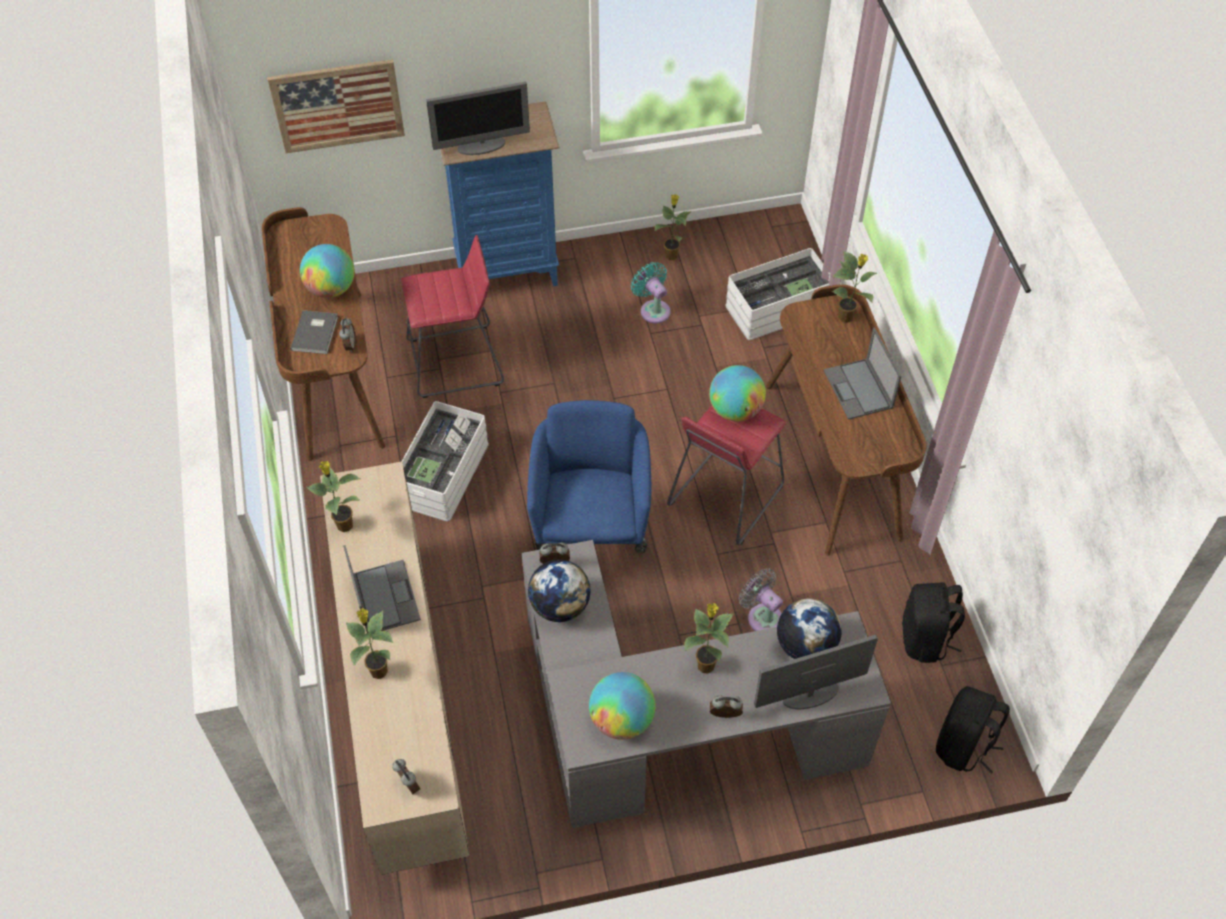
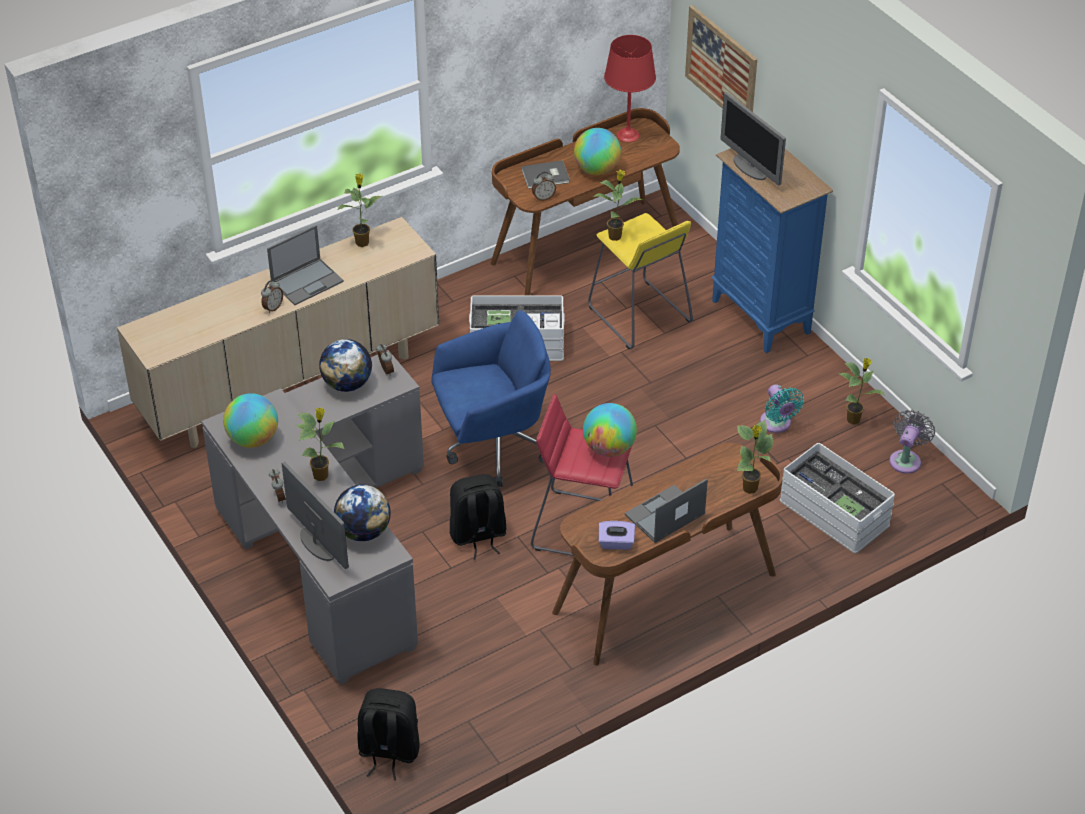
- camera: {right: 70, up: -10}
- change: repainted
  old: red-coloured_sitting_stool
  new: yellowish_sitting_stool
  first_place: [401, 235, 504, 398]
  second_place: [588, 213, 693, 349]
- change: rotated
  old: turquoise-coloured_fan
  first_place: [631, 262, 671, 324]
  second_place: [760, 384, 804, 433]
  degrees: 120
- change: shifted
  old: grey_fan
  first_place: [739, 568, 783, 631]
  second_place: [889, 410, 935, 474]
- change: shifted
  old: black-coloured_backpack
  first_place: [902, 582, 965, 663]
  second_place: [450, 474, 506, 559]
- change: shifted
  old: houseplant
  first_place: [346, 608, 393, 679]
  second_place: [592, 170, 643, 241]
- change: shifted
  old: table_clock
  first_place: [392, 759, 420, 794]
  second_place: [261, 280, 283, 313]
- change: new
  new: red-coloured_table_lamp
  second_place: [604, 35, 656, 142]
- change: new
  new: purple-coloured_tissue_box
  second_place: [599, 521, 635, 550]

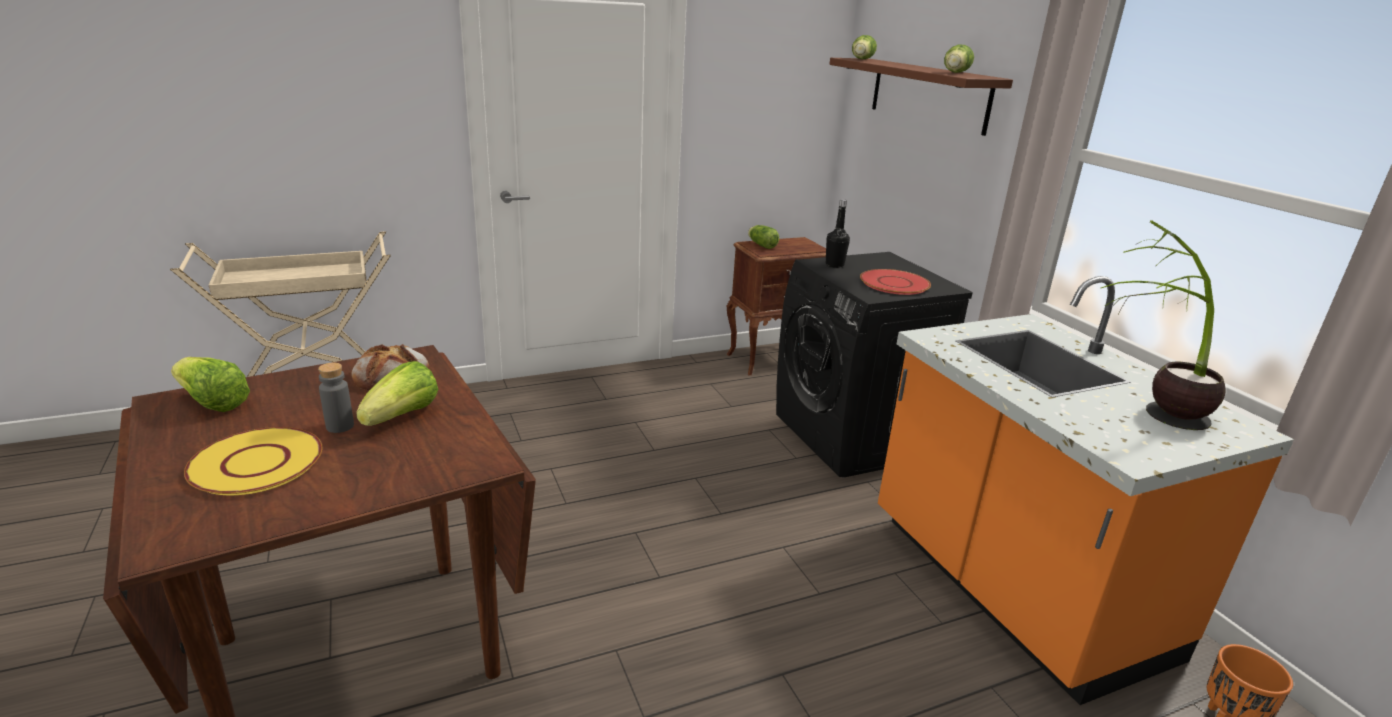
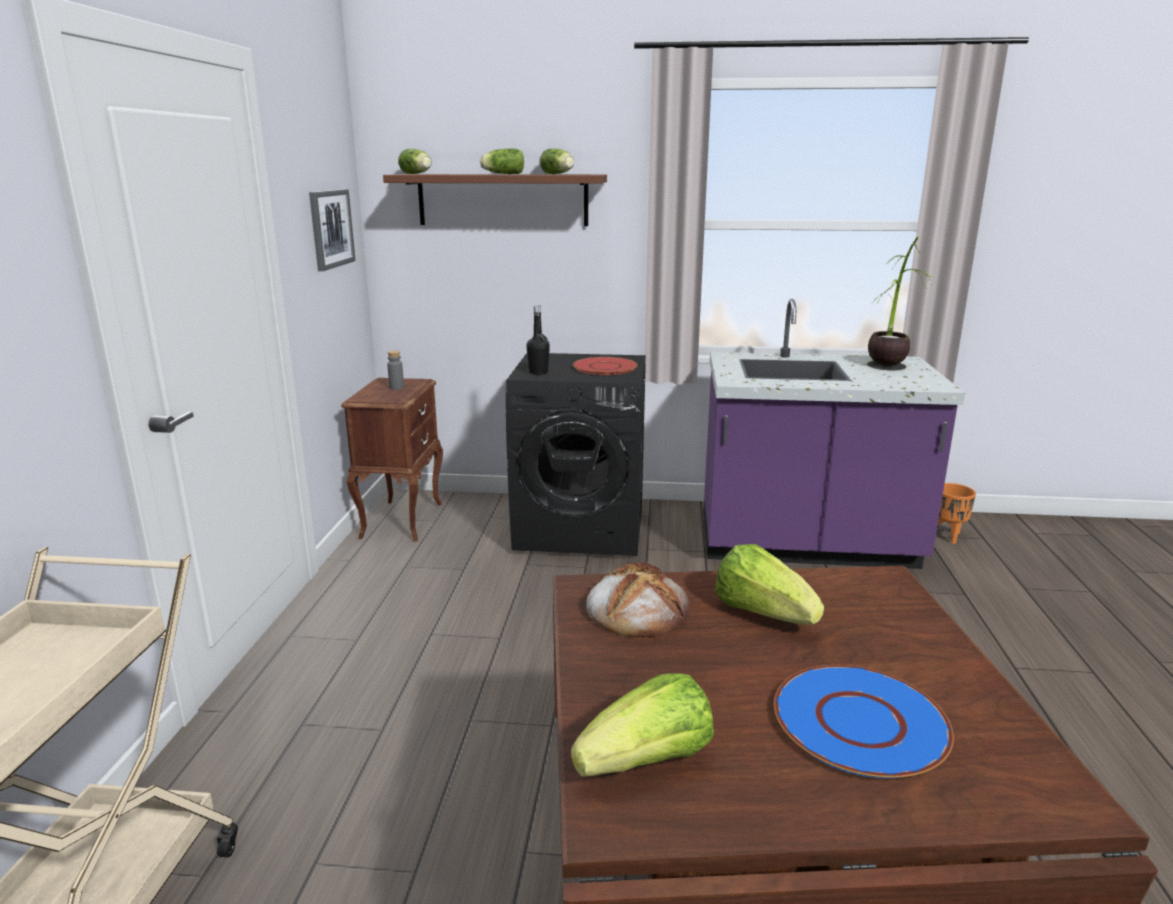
- camera: {right: -60, up: -5}
- change: shifted
  old: lettuce_head
  first_place: [748, 225, 779, 249]
  second_place: [480, 149, 524, 174]
- change: repainted
  old: orange-coloured_kitchen_base_unit
  new: purple-coloured_kitchen_base_unit
  first_place: [878, 276, 1294, 705]
  second_place: [703, 299, 965, 569]
- change: shifted
  old: grey_beverage_bottle
  first_place: [318, 363, 354, 433]
  second_place: [387, 351, 404, 390]
- change: repainted
  old: yellowish_dinner_plate
  new: blue-coloured_dinner_plate
  first_place: [184, 427, 322, 495]
  second_place: [774, 665, 954, 778]
- change: new
  new: wall_art
  second_place: [309, 189, 356, 271]

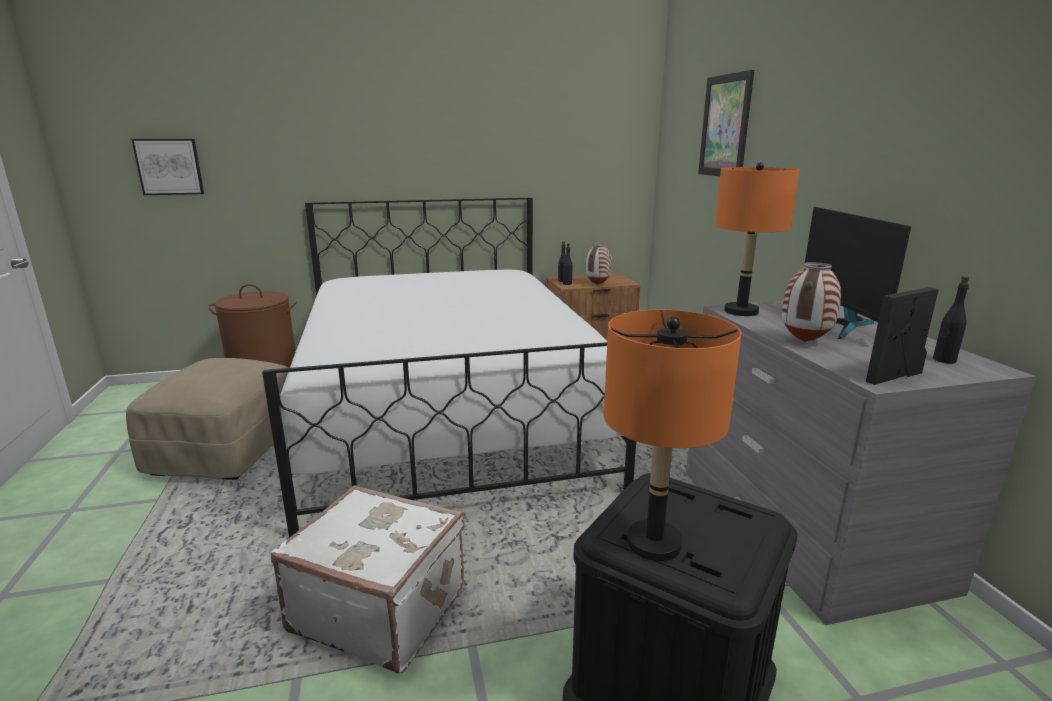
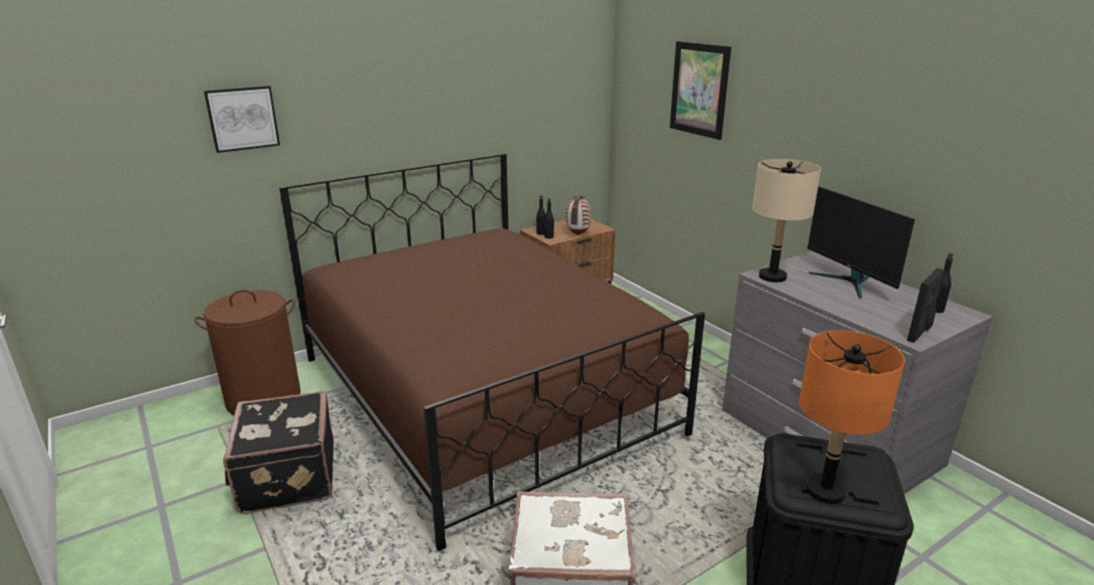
- camera: {right: -20, up: 5}
- change: shifted
  old: wall_art
  first_place: [131, 139, 204, 195]
  second_place: [204, 86, 280, 153]
- change: repainted
  old: orange-coloured_table_lamp
  new: sand-coloured_table_lamp
  first_place: [715, 162, 800, 316]
  second_place: [752, 159, 821, 282]
- change: repainted
  old: white-coloured_sleeping_bed
  new: brownish_sleeping_bed
  first_place: [262, 197, 636, 538]
  second_place: [279, 154, 705, 551]
- change: gone
  old: vase
  first_place: [782, 262, 841, 342]
- change: swapped
  old: sand-coloured_ottoman
  new: black-coloured_suitcase
  first_place: [126, 358, 289, 480]
  second_place: [223, 391, 334, 514]

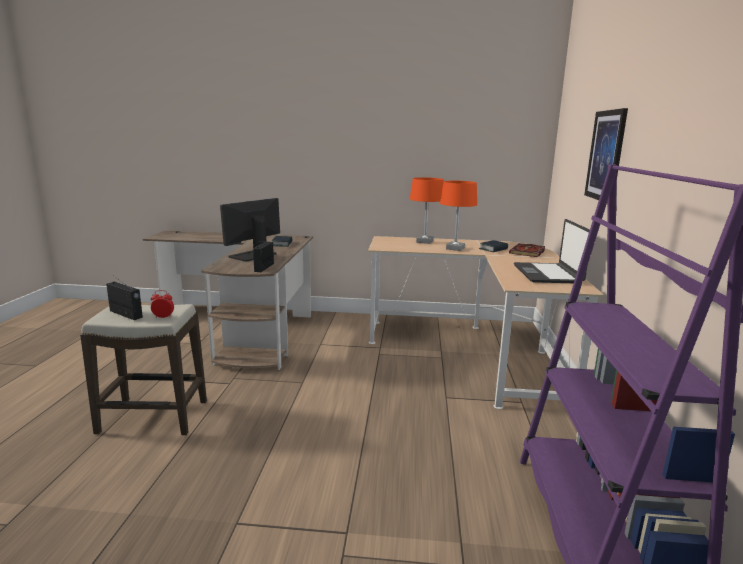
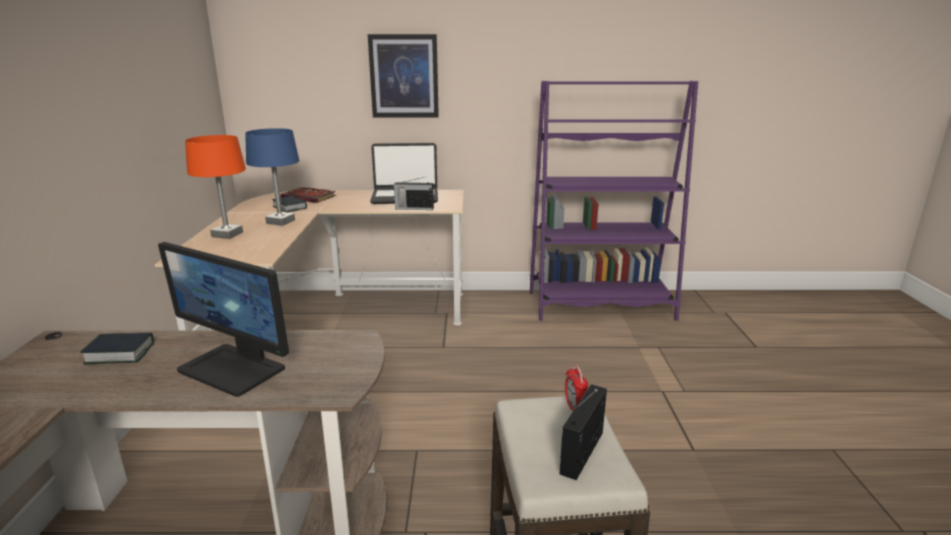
- camera: {right: -95, up: 5}
- change: repainted
  old: orange-coloured_table_lamp
  new: blue-coloured_table_lamp
  first_place: [440, 181, 477, 251]
  second_place: [245, 128, 299, 226]
- change: shifted
  old: radio_set
  first_place: [253, 241, 274, 272]
  second_place: [393, 177, 434, 210]

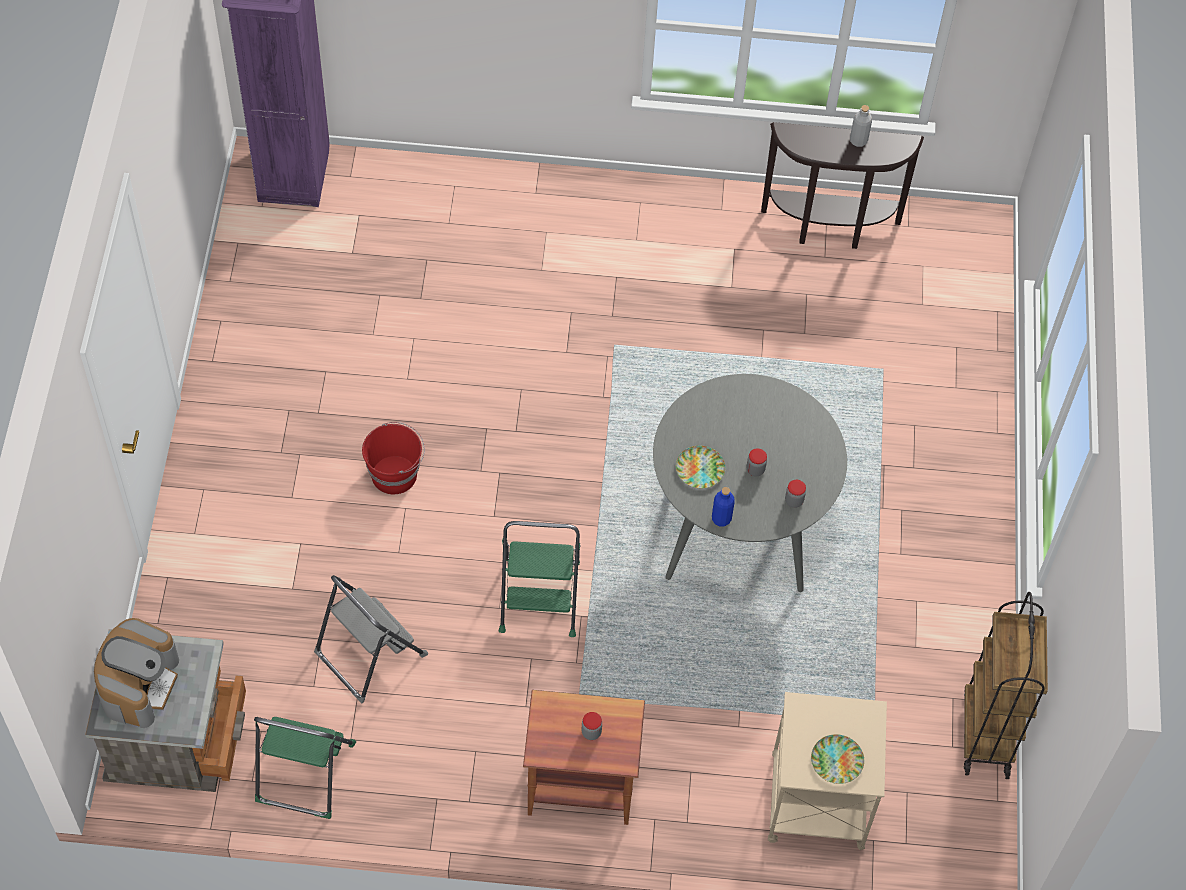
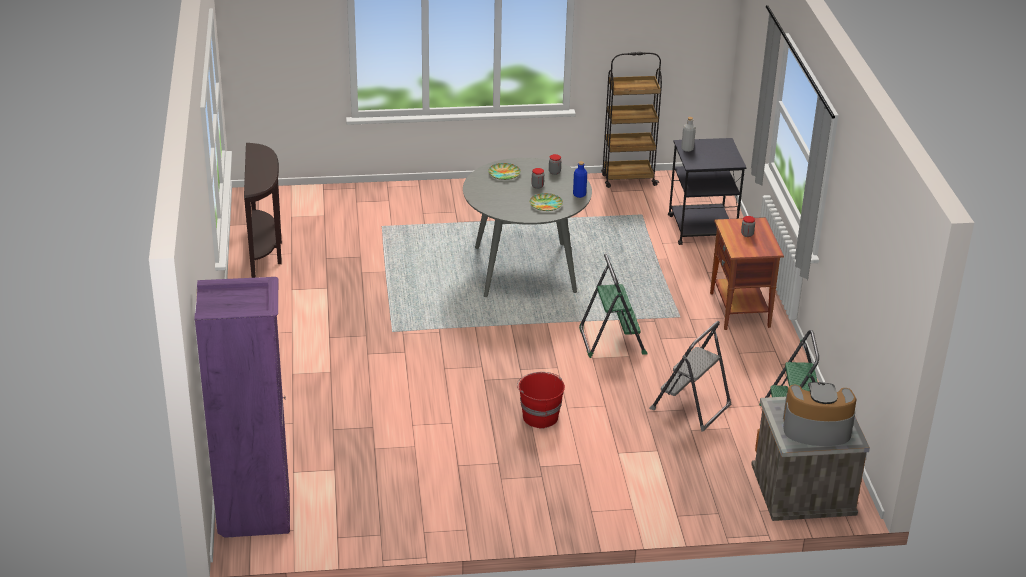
- camera: {right: -100, up: -25}
- change: shifted
  old: grey_beverage_bottle
  first_place: [850, 105, 872, 147]
  second_place: [681, 117, 696, 152]
- change: repainted
  old: sand-coloured_trolley
  new: black-coloured_trolley
  first_place: [768, 692, 887, 850]
  second_place: [668, 138, 746, 245]
- change: shifted
  old: dinner_plate
  first_place: [811, 734, 864, 784]
  second_place: [488, 163, 521, 180]

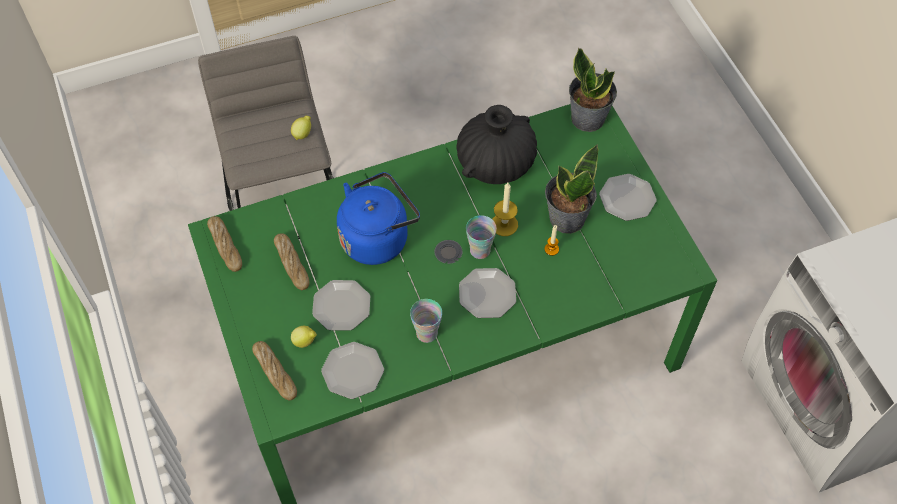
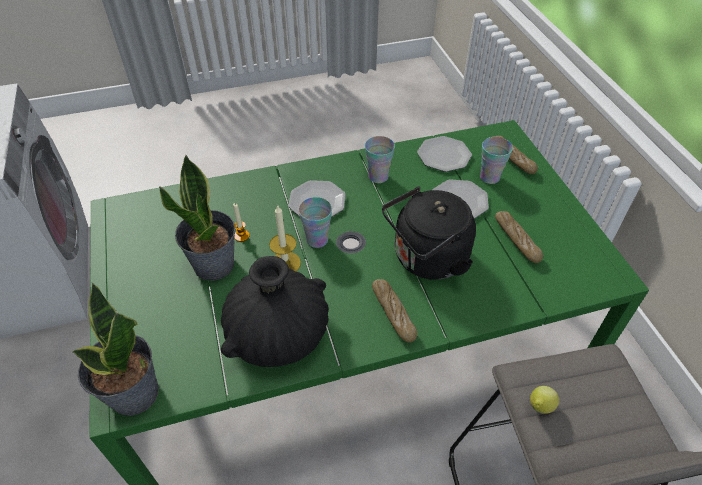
- camera: {right: -175, up: -10}
- change: repainted
  old: blue-coloured_water_kettle
  new: black-coloured_water_kettle
  first_place: [337, 172, 420, 265]
  second_place: [382, 187, 476, 280]
- change: gone
  old: dinner_plate
  first_place: [599, 174, 657, 221]
- change: shifted
  old: bread
  first_place: [207, 216, 242, 272]
  second_place: [372, 279, 417, 342]
- change: swapped
  old: lemon
  new: small_cup
  first_place: [291, 326, 317, 348]
  second_place: [480, 137, 513, 184]

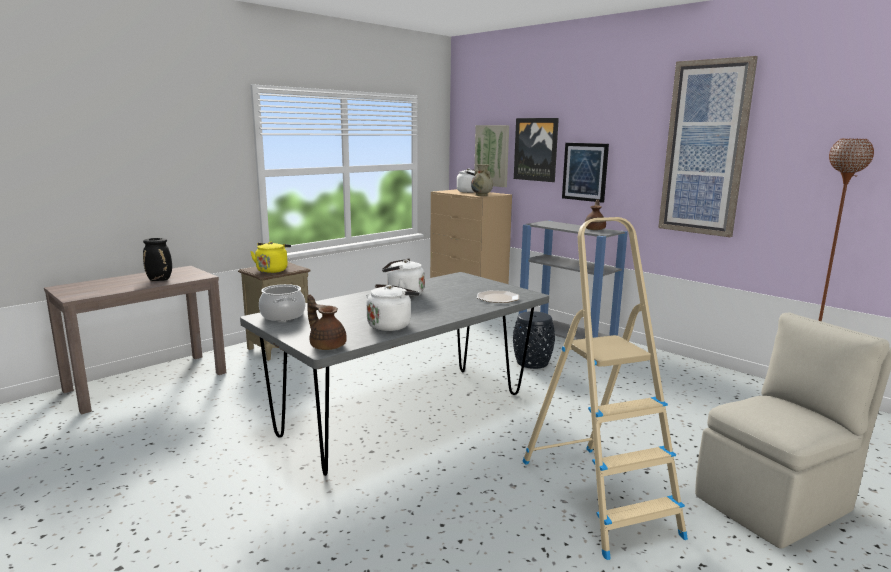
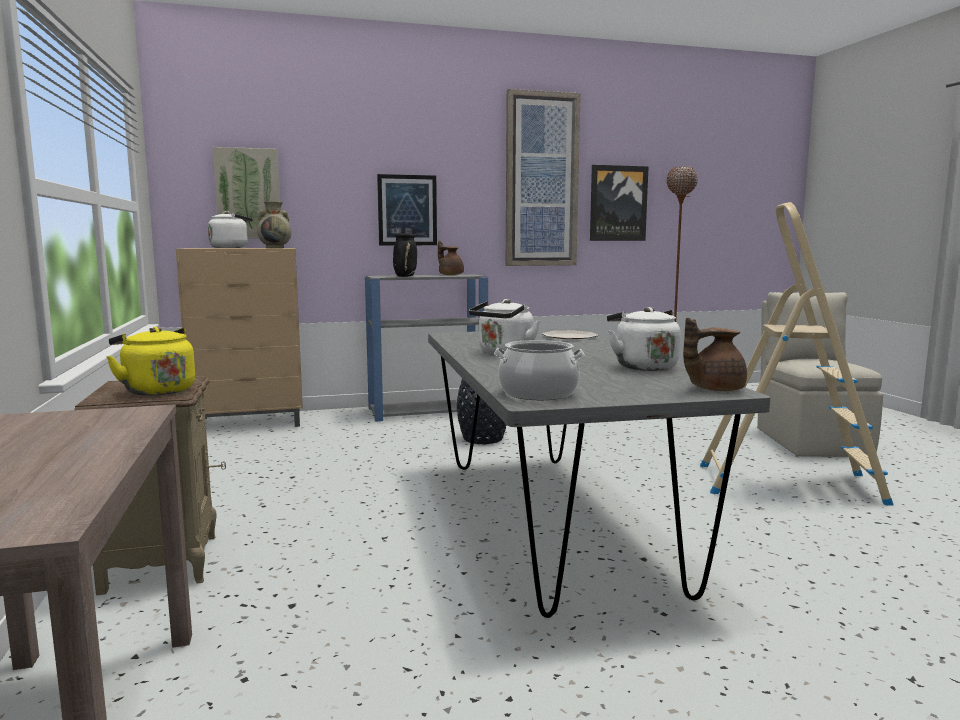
- camera: {right: -60, up: -5}
- change: shifted
  old: wall_art
  first_place: [514, 118, 559, 182]
  second_place: [590, 165, 649, 241]
- change: shifted
  old: black-coloured_vase
  first_place: [143, 238, 172, 281]
  second_place: [393, 233, 417, 277]

